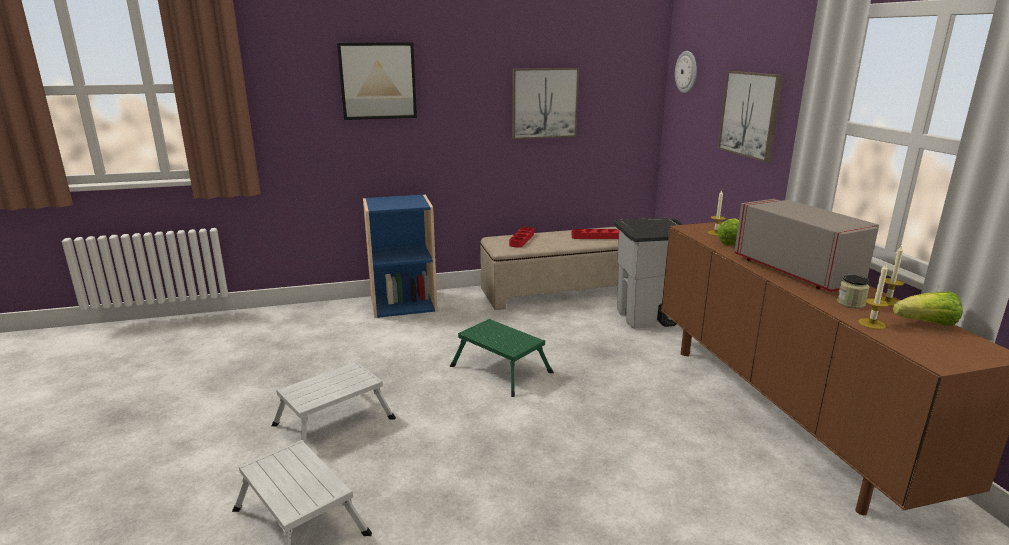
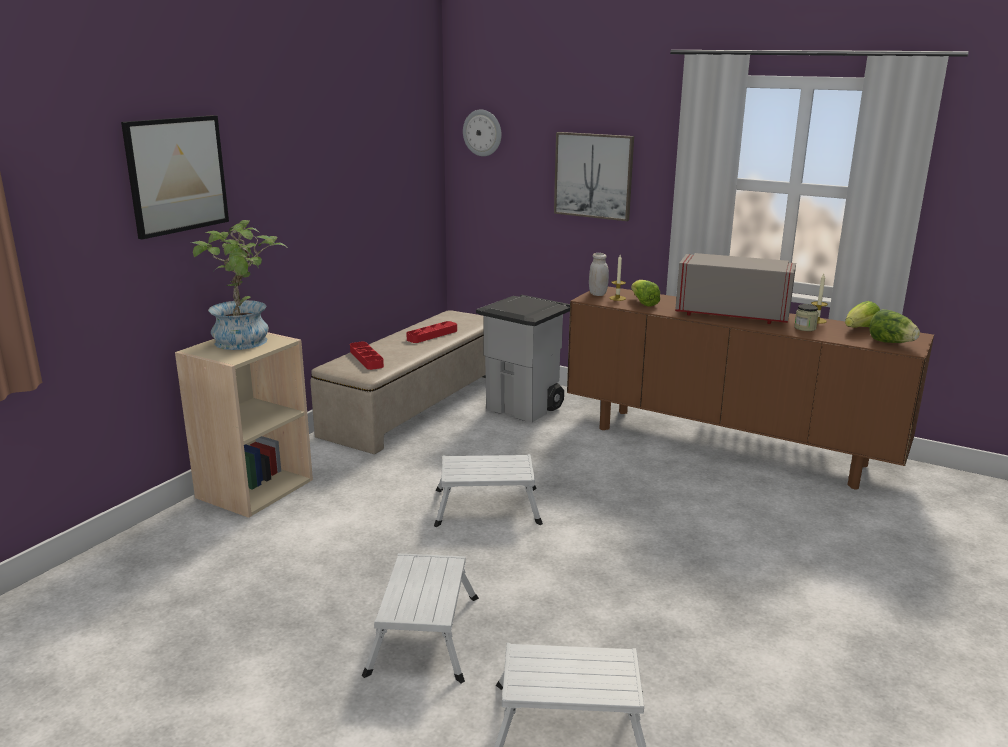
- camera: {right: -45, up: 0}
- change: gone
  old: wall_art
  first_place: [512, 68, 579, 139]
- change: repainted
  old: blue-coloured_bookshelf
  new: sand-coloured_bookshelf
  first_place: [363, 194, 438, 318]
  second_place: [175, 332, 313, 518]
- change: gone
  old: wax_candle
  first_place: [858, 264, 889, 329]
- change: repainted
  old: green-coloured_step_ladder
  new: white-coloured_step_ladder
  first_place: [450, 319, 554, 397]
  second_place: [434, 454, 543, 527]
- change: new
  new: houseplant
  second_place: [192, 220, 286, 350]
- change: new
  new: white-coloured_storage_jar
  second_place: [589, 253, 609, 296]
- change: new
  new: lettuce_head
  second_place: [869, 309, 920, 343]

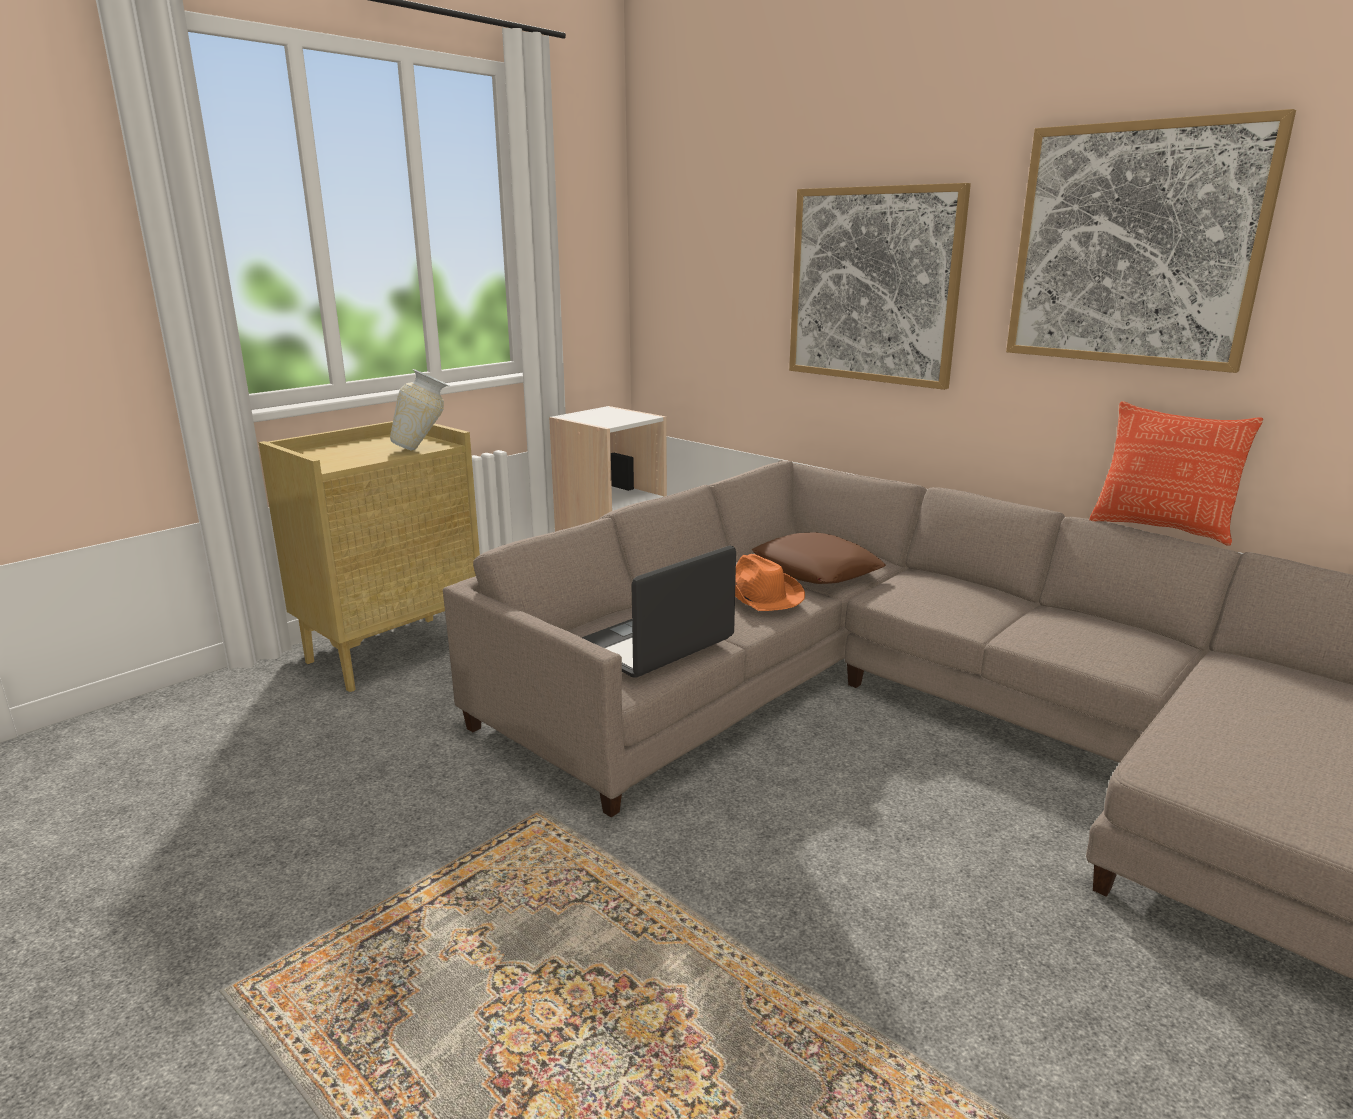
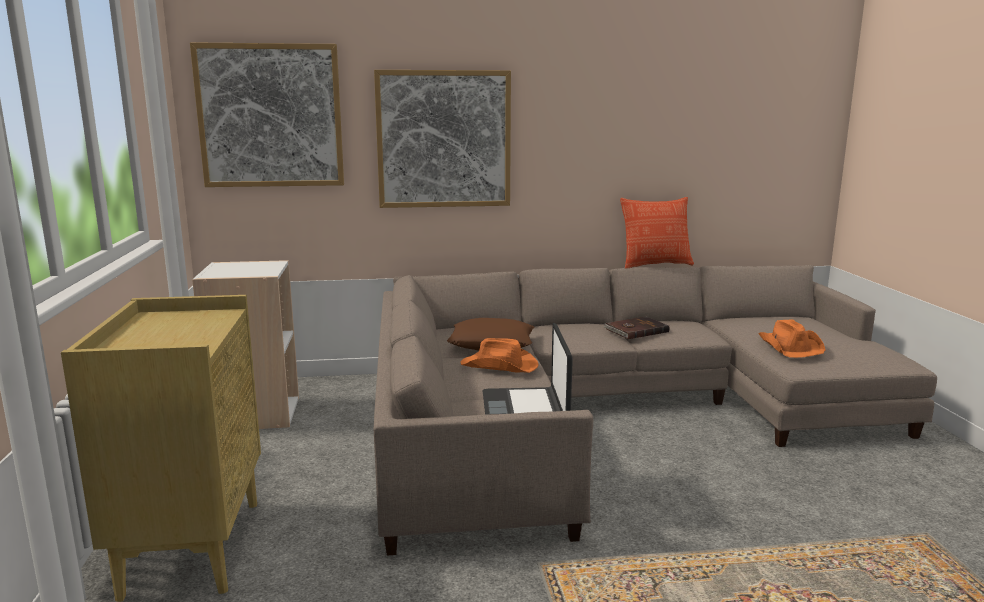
- camera: {right: -50, up: -5}
- change: shifted
  old: wall_art
  first_place: [1006, 109, 1296, 373]
  second_place: [190, 42, 344, 187]
- change: gone
  old: vase
  first_place: [390, 369, 449, 451]
- change: new
  new: brownish_volume
  second_place: [603, 316, 669, 339]
- change: new
  new: orange-coloured_clothing_hat
  second_place: [758, 320, 826, 358]

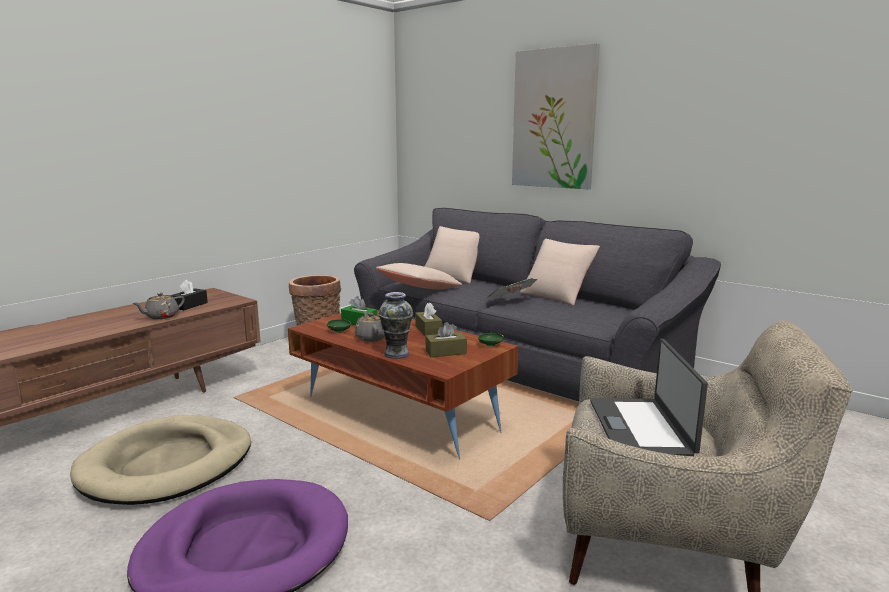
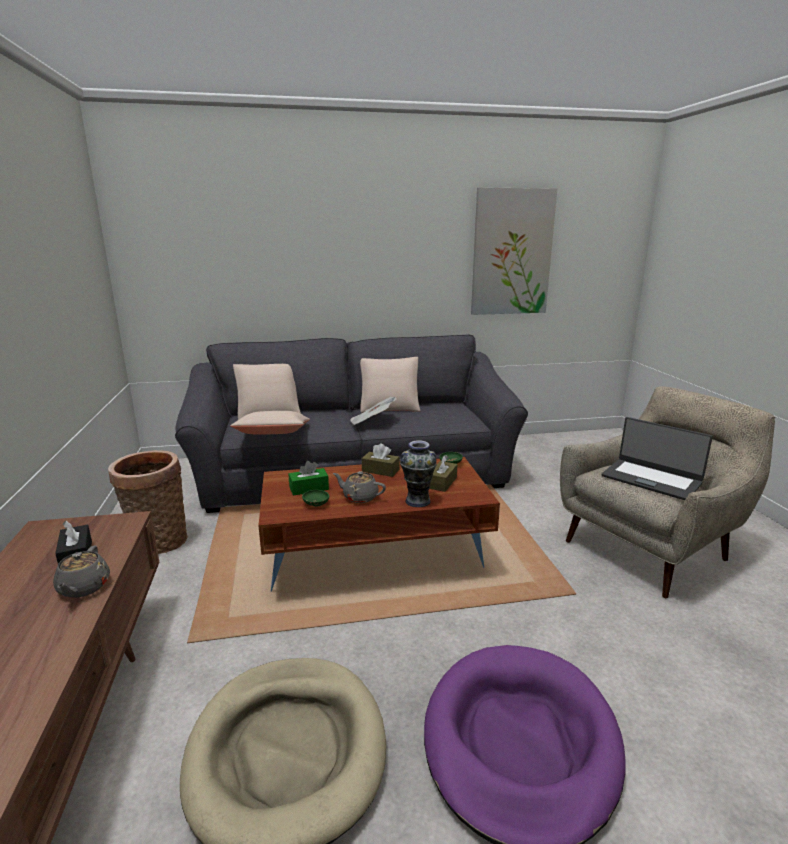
- camera: {right: -50, up: 5}
- change: shifted
  old: wall_art
  first_place: [512, 43, 600, 189]
  second_place: [471, 187, 557, 315]

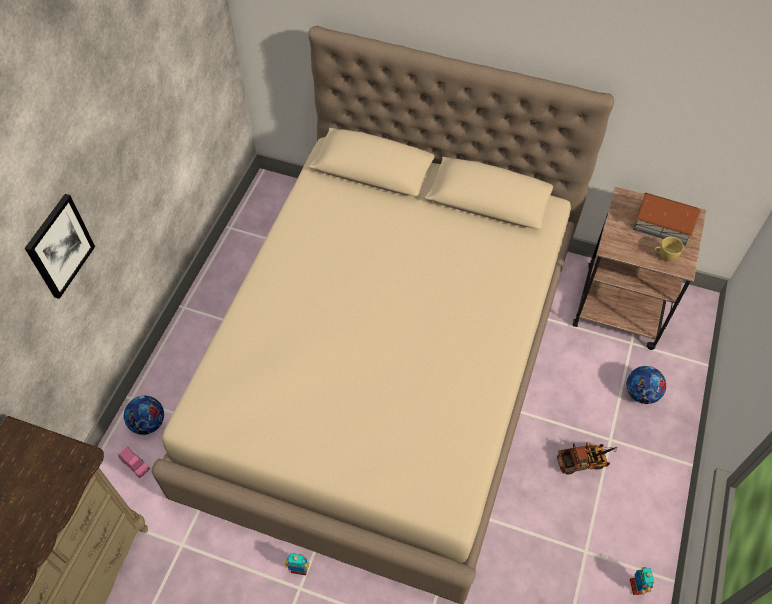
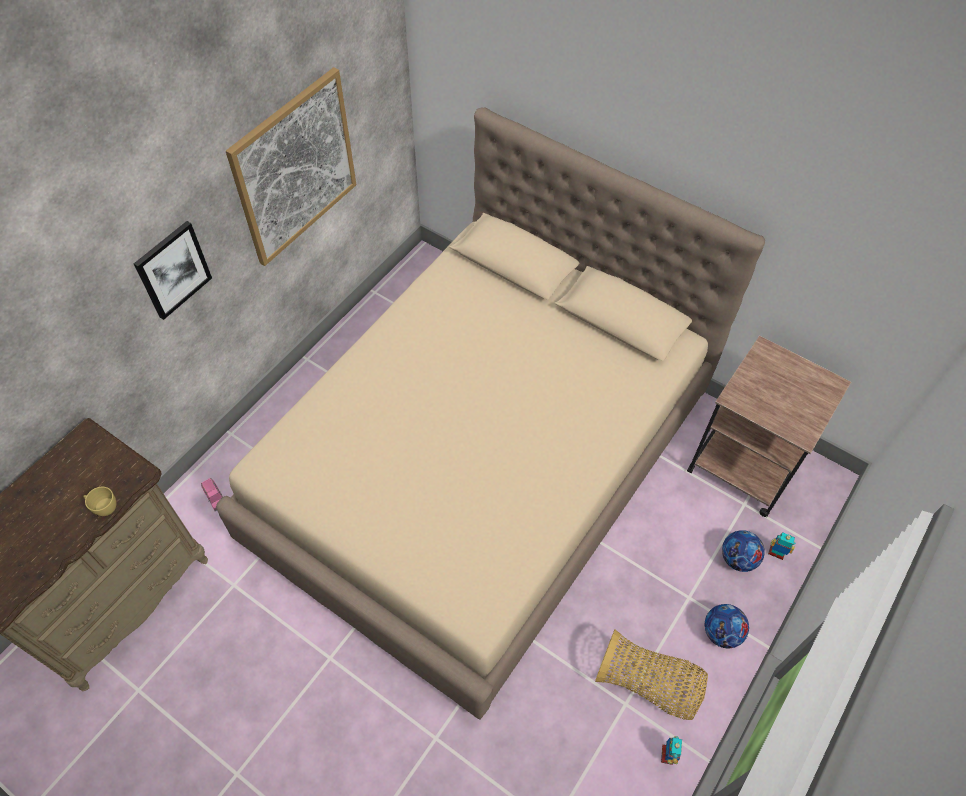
- camera: {right: 15, up: 0}
- change: gone
  old: model_house
  first_place: [633, 193, 701, 245]
- change: shifted
  old: yellowish_small_cup
  first_place: [654, 237, 684, 261]
  second_place: [83, 487, 116, 516]
- change: shifted
  old: ball_for_football
  first_place: [124, 396, 164, 435]
  second_place: [705, 604, 749, 648]
- change: gone
  old: toy_lorry
  first_place: [557, 442, 617, 475]
- change: shifted
  old: toy_robot
  first_place: [285, 553, 309, 575]
  second_place: [768, 532, 795, 560]
- change: new
  new: wall_art
  second_place: [226, 67, 356, 266]
- change: new
  new: household_basket
  second_place: [595, 629, 708, 720]

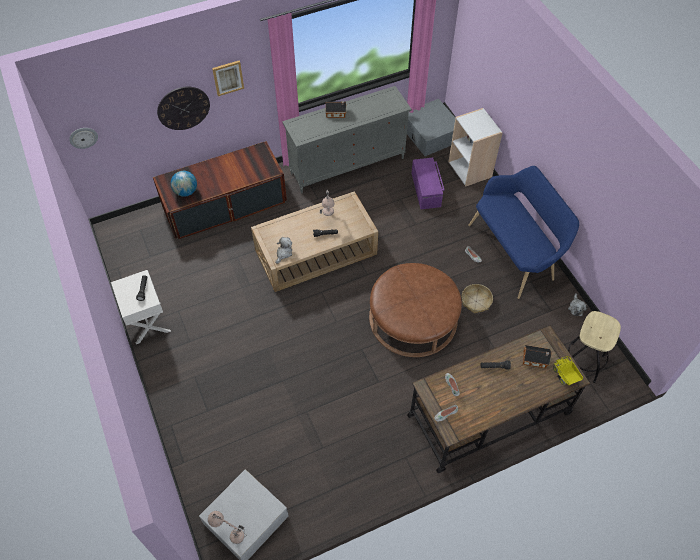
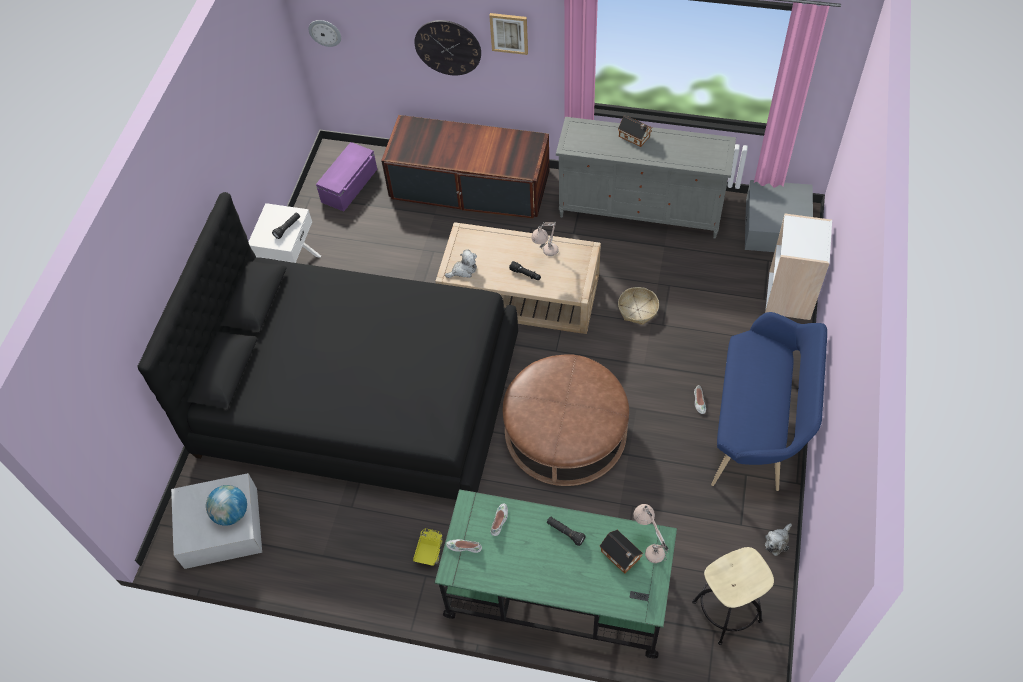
- camera: {right: 40, up: 0}
- change: shifted
  old: purple-coloured_storage_container
  first_place: [411, 158, 444, 209]
  second_place: [316, 142, 377, 211]
- change: shifted
  old: globe
  first_place: [171, 171, 197, 197]
  second_place: [206, 485, 247, 526]
- change: shifted
  old: household_basket
  first_place: [462, 284, 493, 314]
  second_place: [618, 287, 659, 325]
- change: repainted
  old: brownish_desk_unit
  new: green-coloured_desk_unit
  first_place: [407, 325, 591, 473]
  second_place: [435, 489, 677, 658]
- change: shifted
  old: toy_lorry
  first_place: [553, 356, 583, 386]
  second_place: [413, 528, 443, 566]
- change: shifted
  old: sand-coloured_table_lamp
  first_place: [208, 511, 247, 544]
  second_place: [633, 504, 669, 563]
- change: new
  new: black-coloured_sleeping_bed
  second_place: [138, 192, 518, 500]

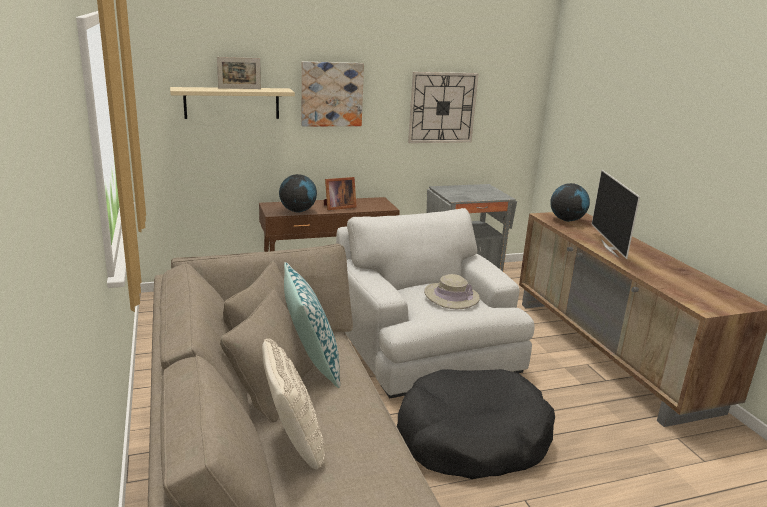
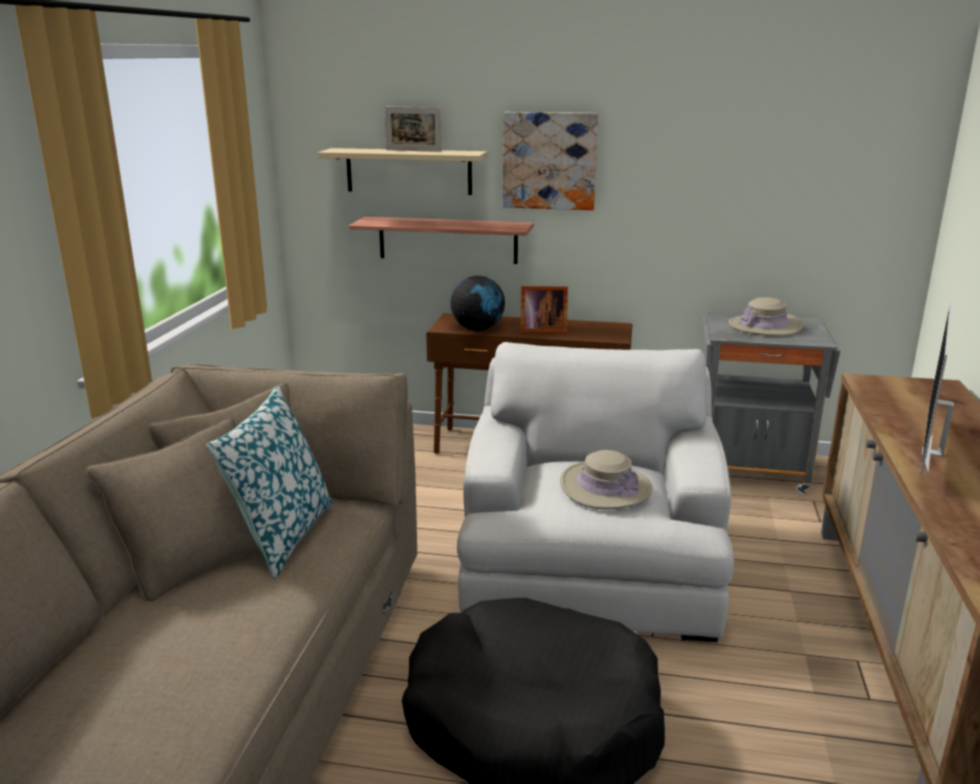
- camera: {right: 30, up: 0}
- change: gone
  old: hanging_clock
  first_place: [408, 72, 479, 143]
- change: gone
  old: globe
  first_place: [550, 183, 590, 222]
- change: gone
  old: sand-coloured_pillow
  first_place: [262, 338, 325, 470]
- change: new
  new: wall_shelf
  second_place: [349, 217, 534, 264]
- change: new
  new: sand-coloured_clothing_hat
  second_place: [728, 297, 803, 337]

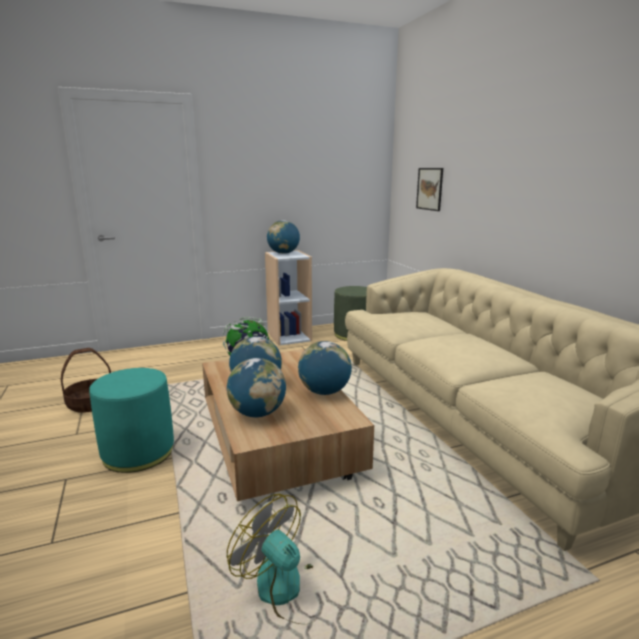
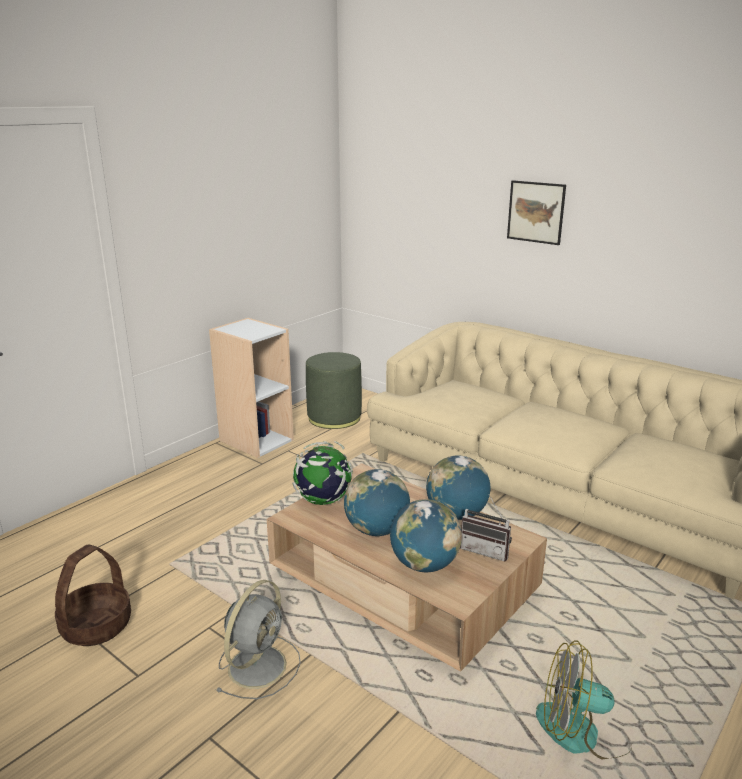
- camera: {right: -30, up: 5}
- change: shifted
  old: wall_art
  first_place: [416, 168, 443, 211]
  second_place: [507, 180, 566, 245]
- change: gone
  old: globe
  first_place: [267, 220, 300, 254]
- change: swapped
  old: turquoise-coloured_ottoman
  new: grey_fan
  first_place: [89, 368, 174, 473]
  second_place: [217, 580, 301, 699]
- change: new
  new: radio_set
  second_place: [460, 495, 512, 561]

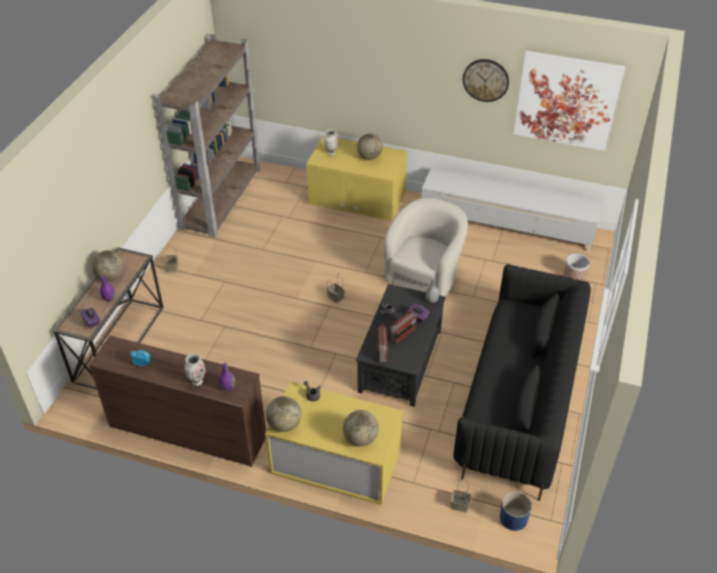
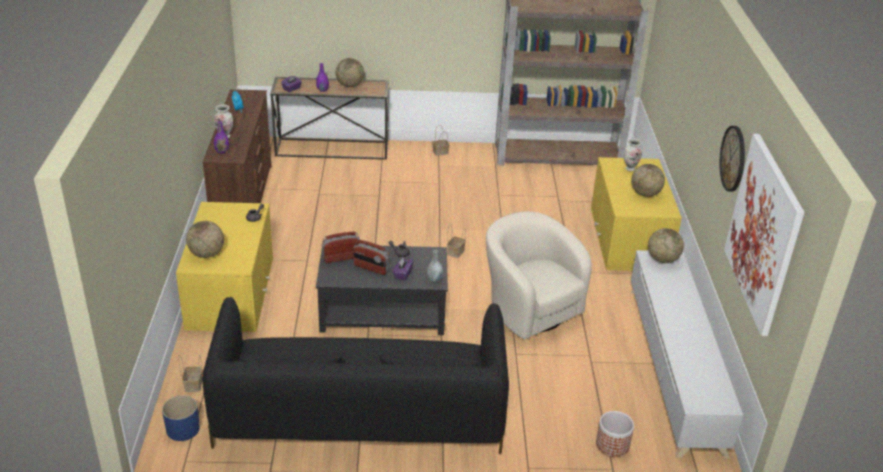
- camera: {right: 70, up: -10}
- change: rotated
  old: sand-coloured_armchair
  first_place: [384, 198, 468, 296]
  second_place: [486, 211, 592, 339]
  degrees: -135
- change: shifted
  old: globe
  first_place: [266, 396, 301, 432]
  second_place: [648, 228, 684, 263]

